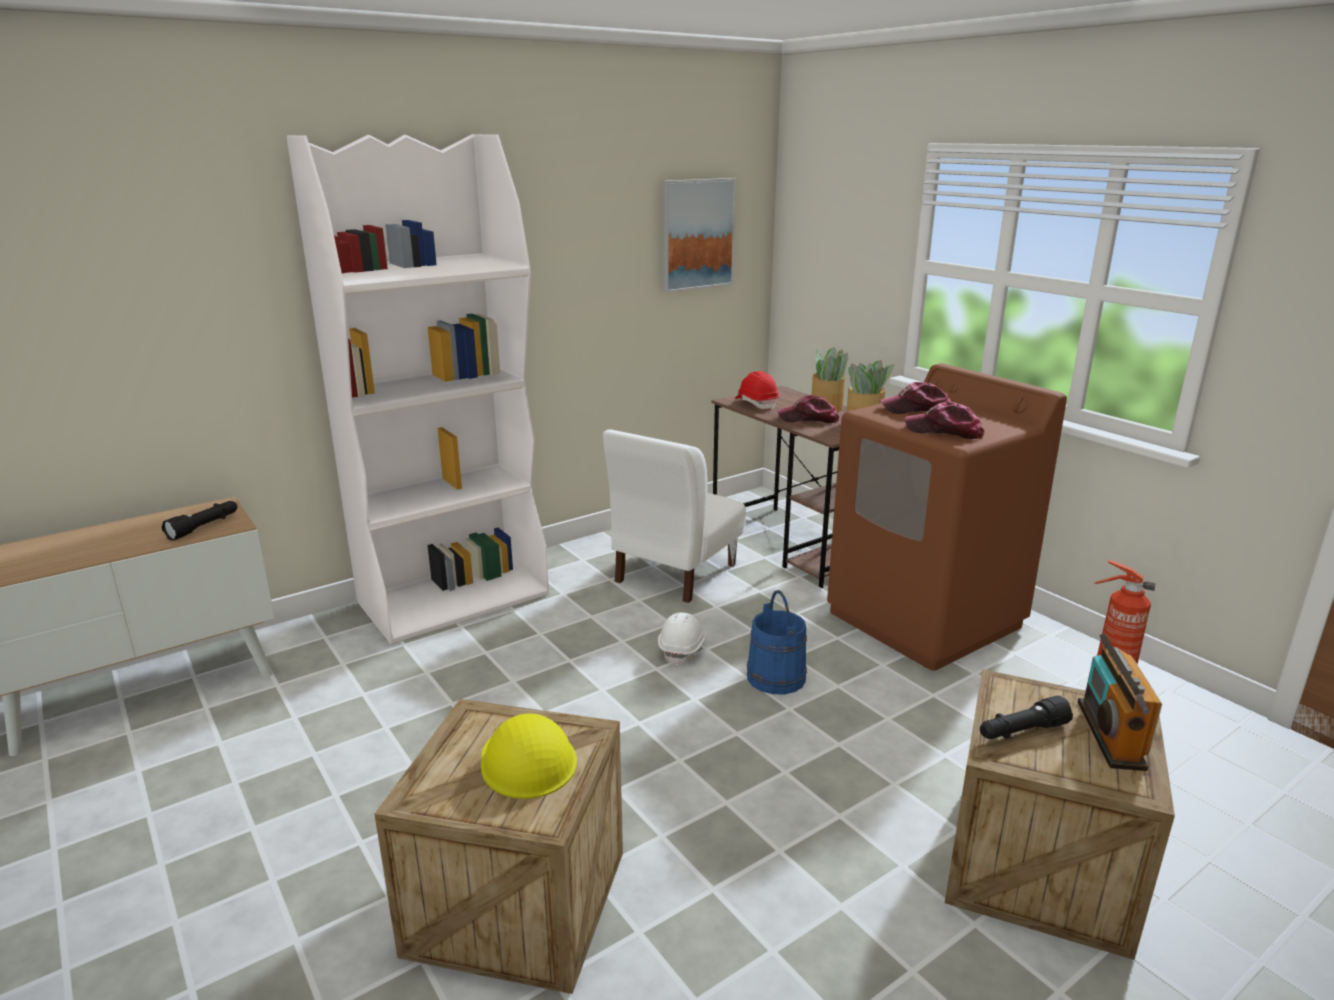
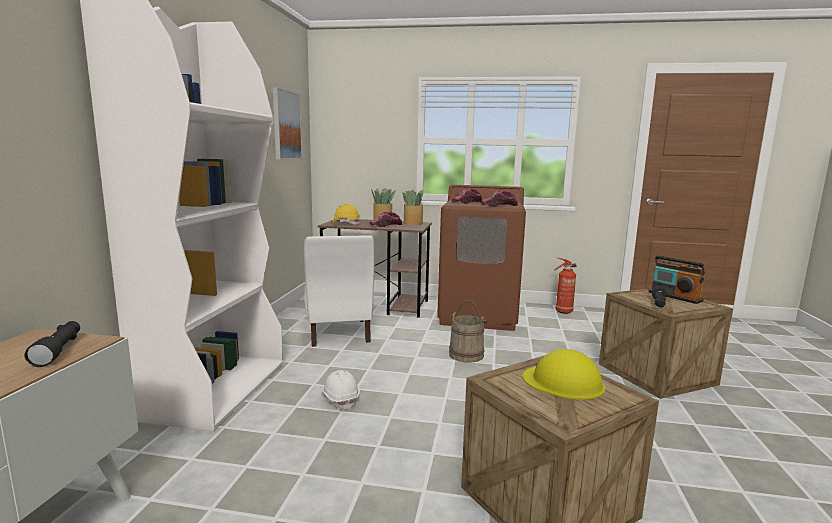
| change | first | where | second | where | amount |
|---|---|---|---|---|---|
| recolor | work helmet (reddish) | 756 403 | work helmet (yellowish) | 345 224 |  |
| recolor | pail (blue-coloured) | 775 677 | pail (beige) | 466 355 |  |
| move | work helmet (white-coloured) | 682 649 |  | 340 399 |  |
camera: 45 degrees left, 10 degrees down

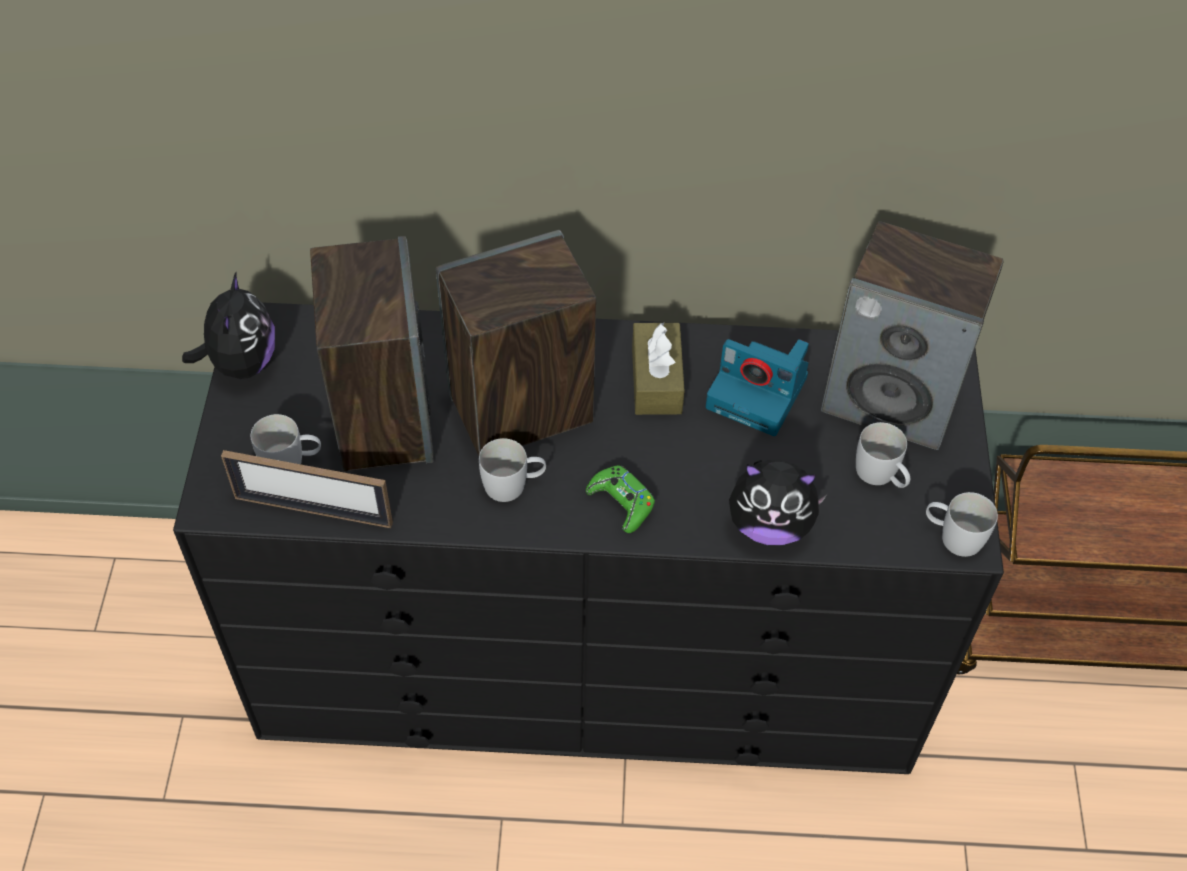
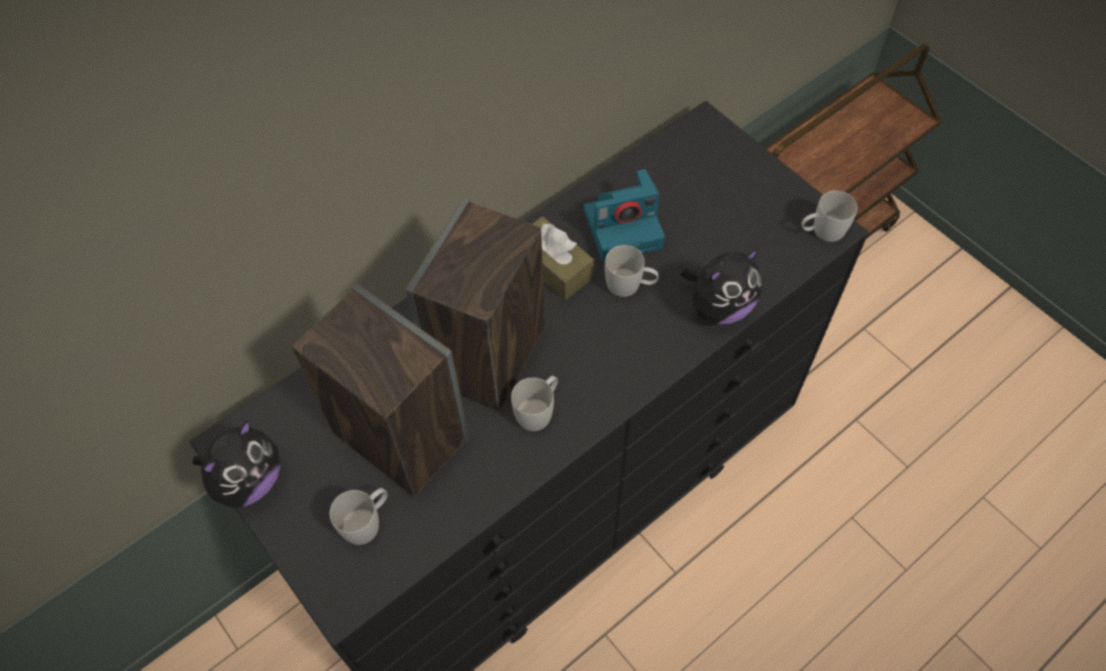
| change | first | where | second | where | amount |
|---|---|---|---|---|---|
| delete | speaker | 892 398 |  |  |  |
| rotate | cuddly toy | 241 363 |  | 249 481 | 75 degrees clockwise |
| move | mug (white-coloured) | 881 476 |  | 630 285 |  |
| delete | standing frame | 313 510 |  |  |  |
| delete | joypad (green-coloured) | 621 502 |  |  |  |
camera: 40 degrees left, 5 degrees up

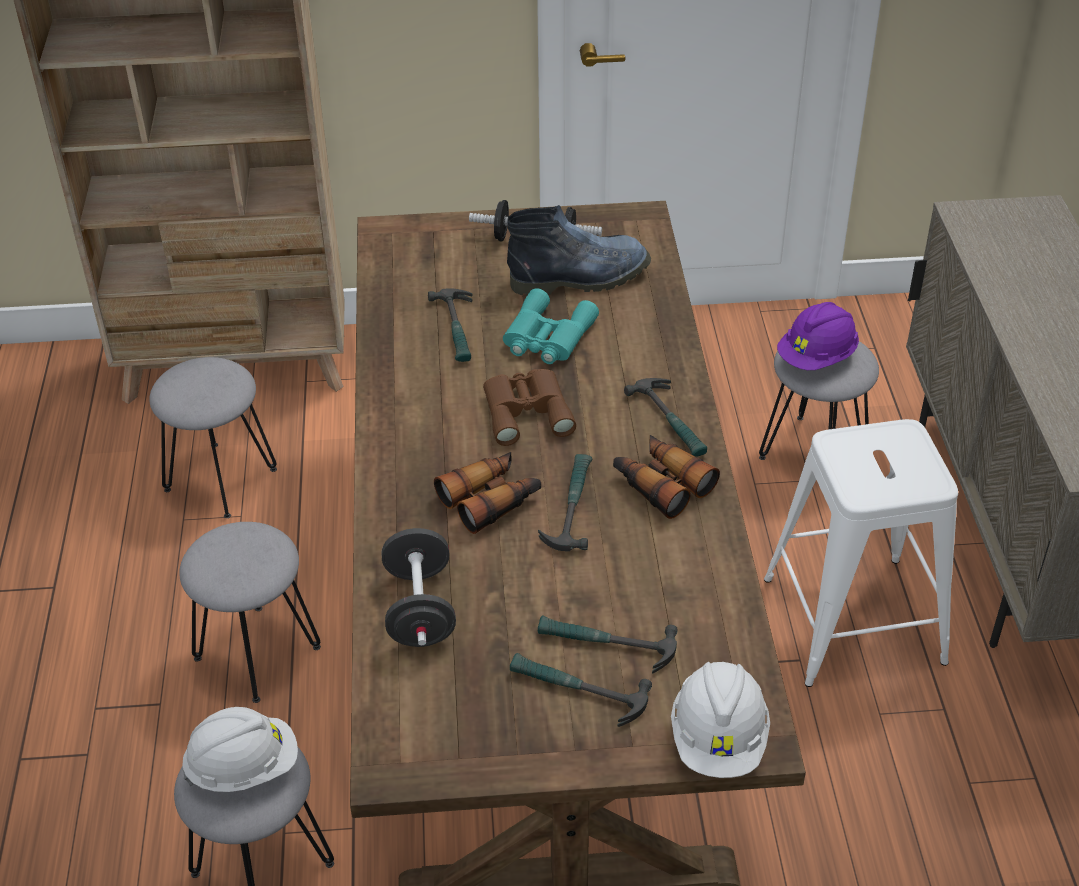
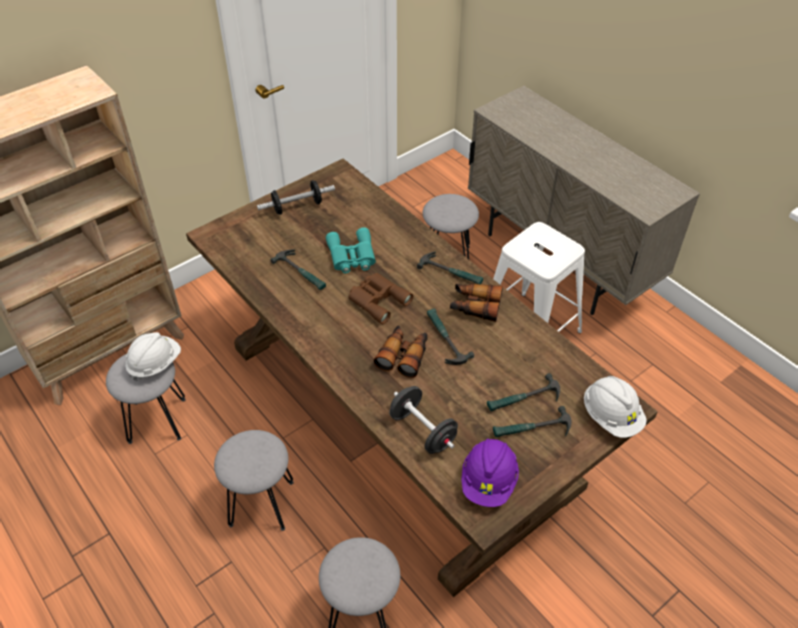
| change | first | where | second | where | amount |
|---|---|---|---|---|---|
| delete | high-top boot | 582 277 |  |  |  |
| move | work helmet (purplish) | 817 357 |  | 488 481 |  |
| move | work helmet (white-coloured) | 243 767 |  | 155 364 |  |
camera: 35 degrees left, 5 degrees up

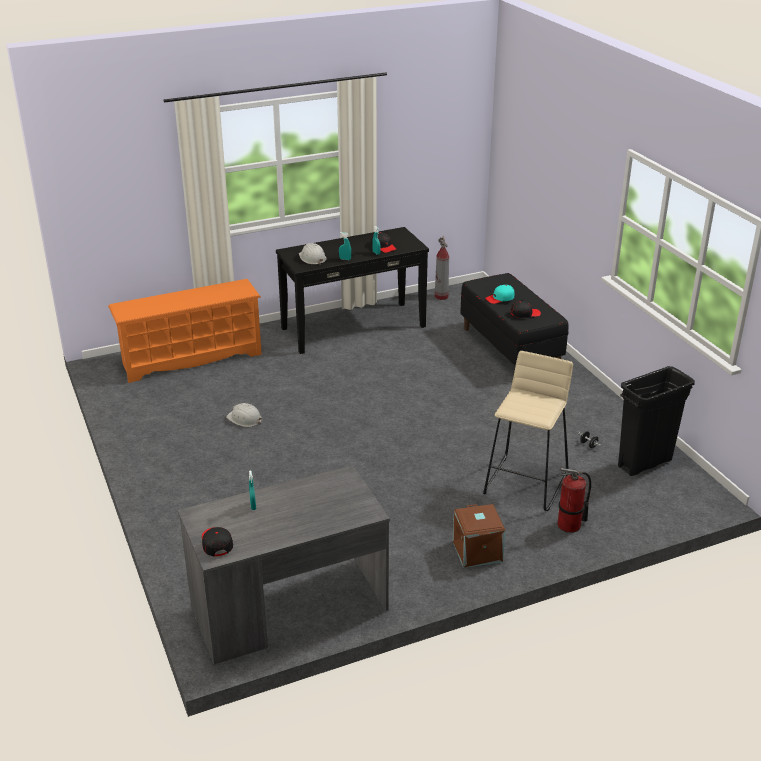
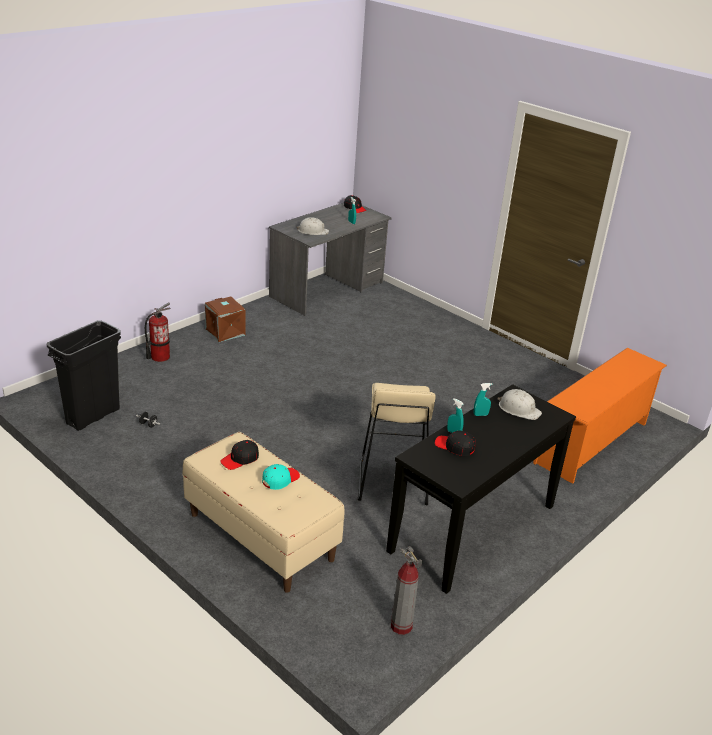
| change | first | where | second | where | amount |
|---|---|---|---|---|---|
| recolor | long seat (black-coloured) | 510 348 | long seat (beige) | 260 537 |  |
| move | stool seat (beige) | 526 483 |  | 392 482 |  |
| move | work helmet (white-coloured) | 244 419 |  | 313 231 |  |
camera: 155 degrees right, 0 degrees up

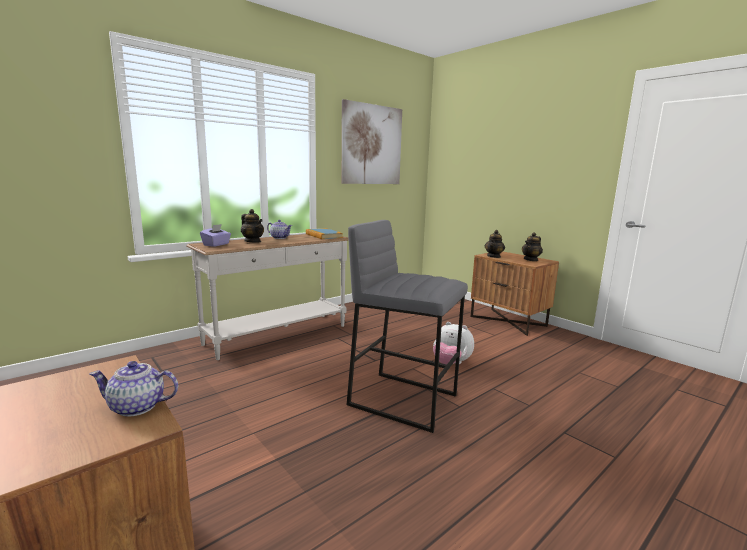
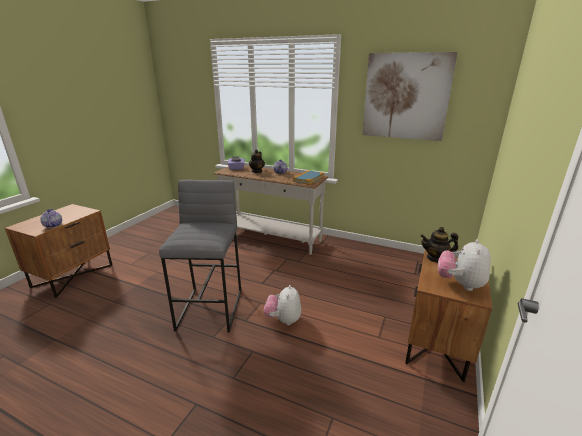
| change | first | where | second | where | amount |
|---|---|---|---|---|---|
| replace | pot for tea | 531 259 | cuddly toy | 460 284 |  |
camera: 65 degrees right, 10 degrees up

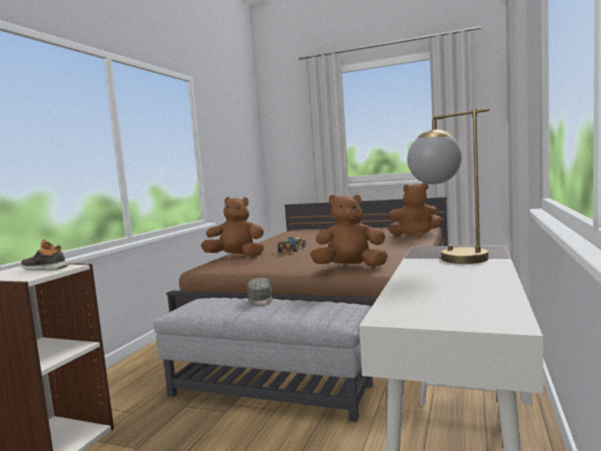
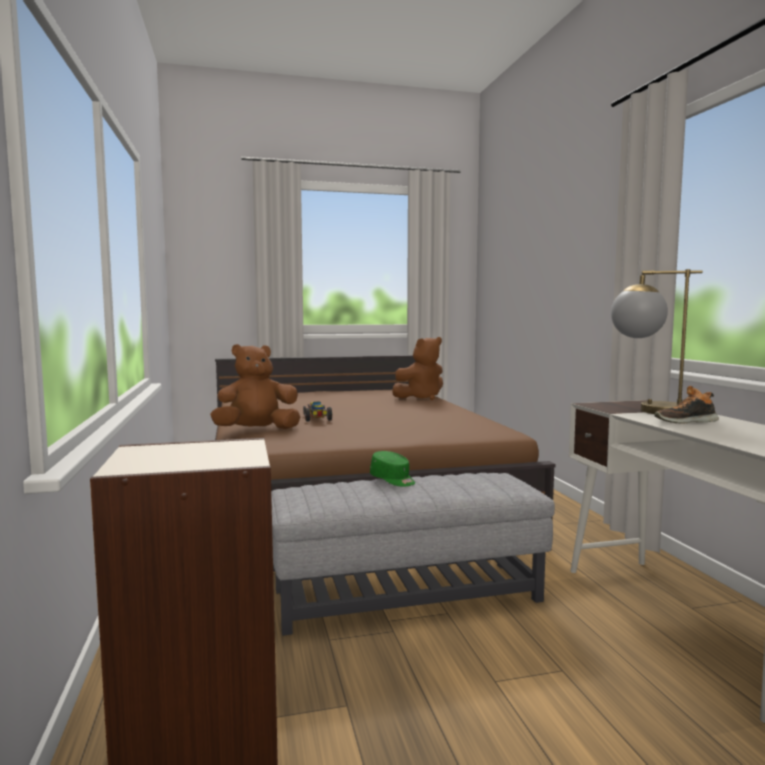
| change | first | where | second | where | amount |
|---|---|---|---|---|---|
| delete | cuddly toy (brownish) | 350 267 |  |  |  |
| move | shoe | 45 268 |  | 684 421 |  |
| recolor | cap (gray) | 260 300 | cap (green-coloured) | 393 480 |  |
camera: 35 degrees left, 0 degrees up

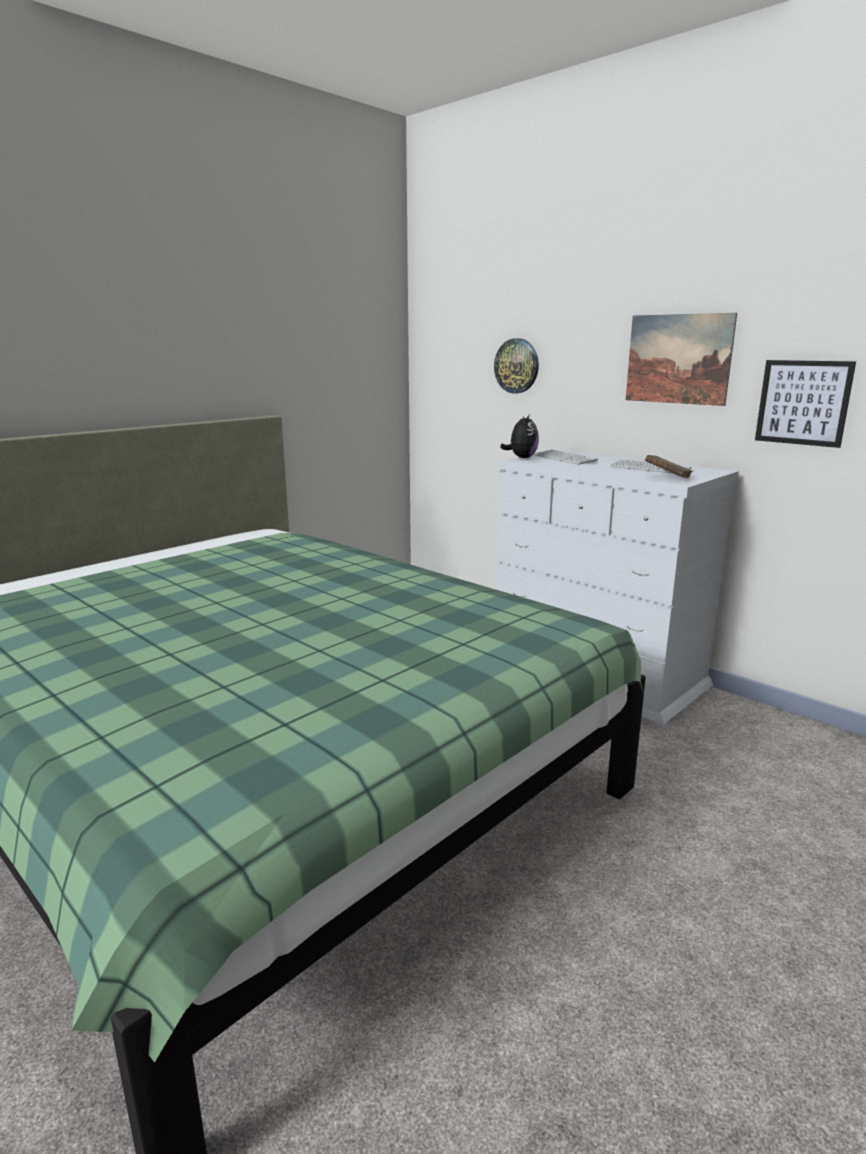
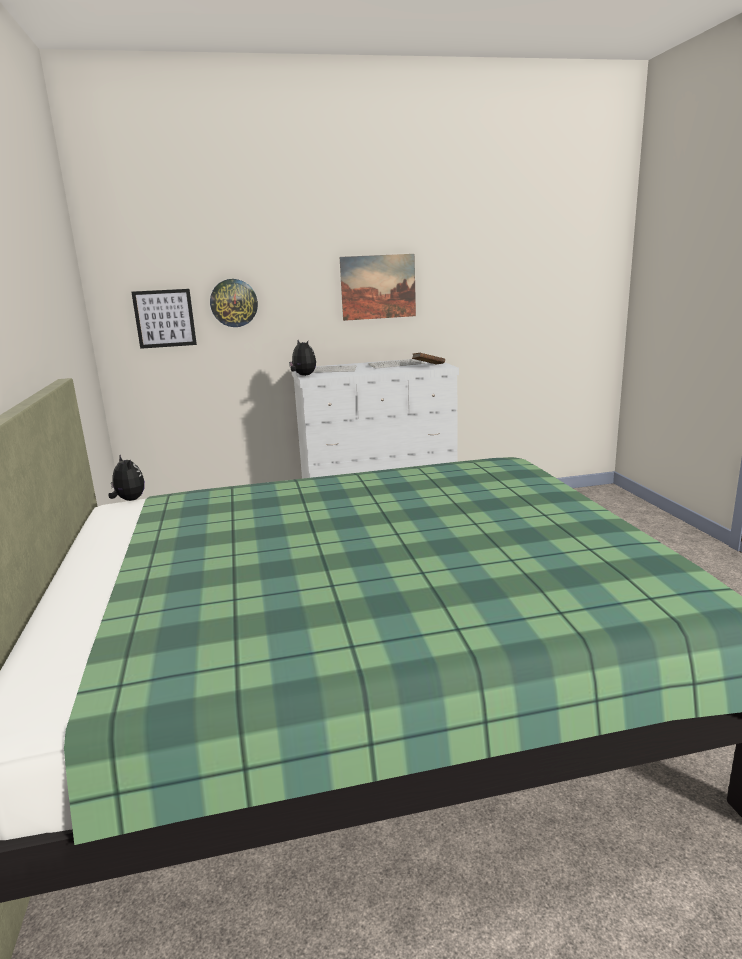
| change | first | where | second | where | amount |
|---|---|---|---|---|---|
| move | wall picture | 803 402 |  | 164 318 |  |
| insert |  |  | cuddly toy | 129 500 |  |
camera: 55 degrees left, 0 degrees up

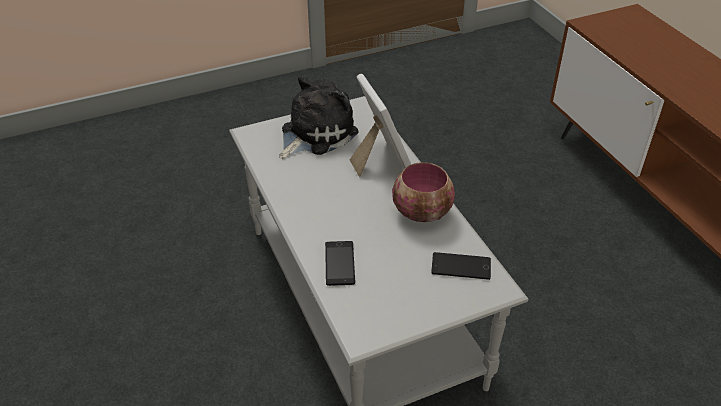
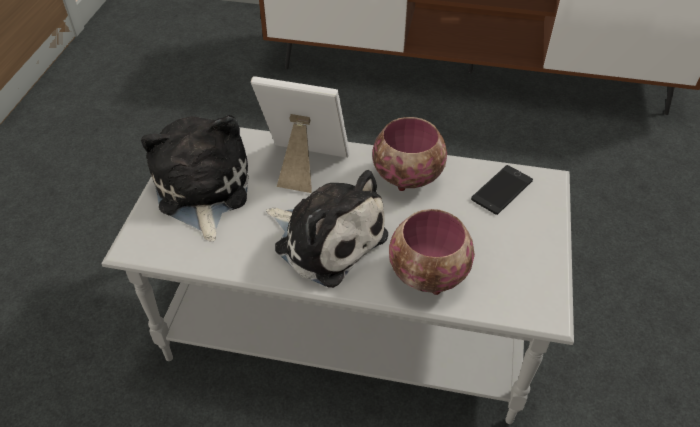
| change | first | where | second | where | amount |
|---|---|---|---|---|---|
| replace | telephone | 339 263 | serving bowl | 429 276 |  |
| insert |  |  | cuddly toy | 326 239 |  |
camera: 55 degrees left, 5 degrees up

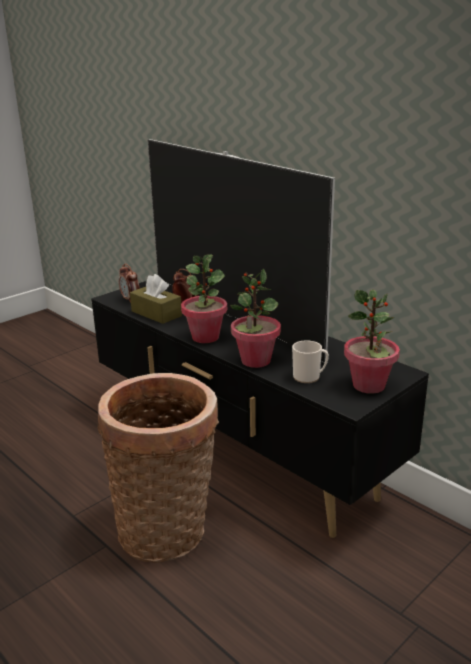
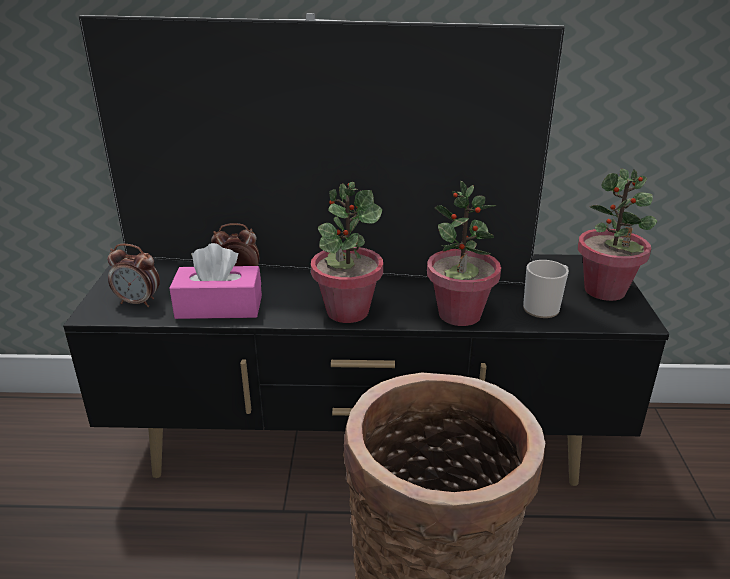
| change | first | where | second | where | amount |
|---|---|---|---|---|---|
| recolor | tissue box (brownish) | 156 313 | tissue box (pink) | 219 307 |  |
camera: 45 degrees left, 5 degrees up

